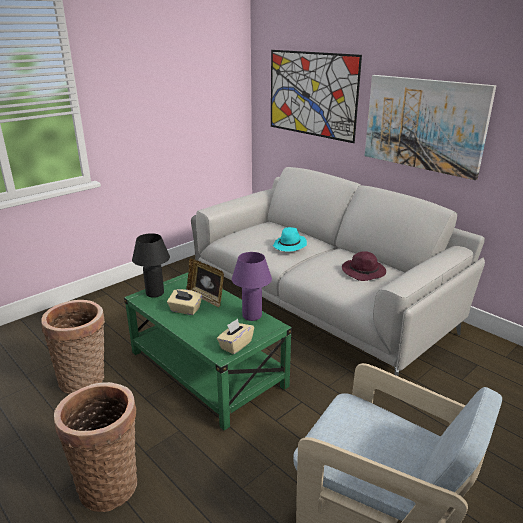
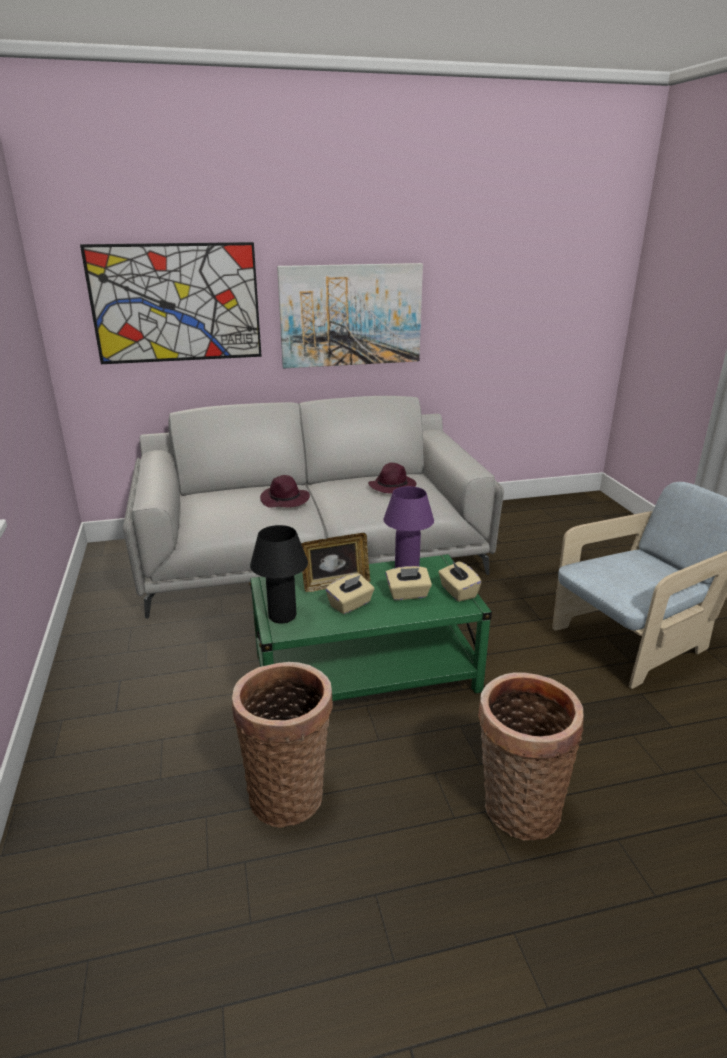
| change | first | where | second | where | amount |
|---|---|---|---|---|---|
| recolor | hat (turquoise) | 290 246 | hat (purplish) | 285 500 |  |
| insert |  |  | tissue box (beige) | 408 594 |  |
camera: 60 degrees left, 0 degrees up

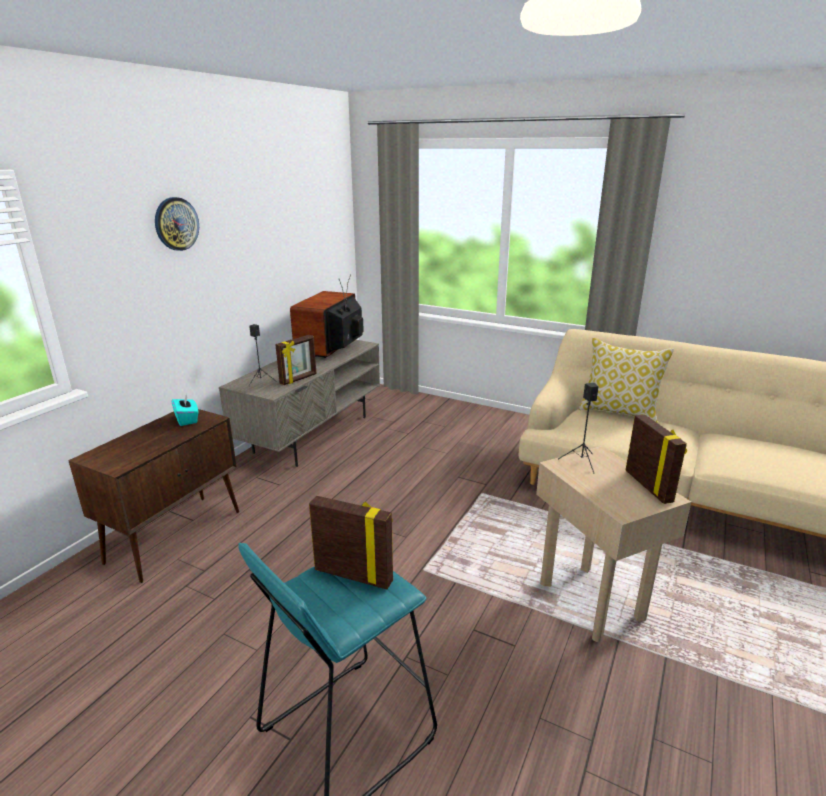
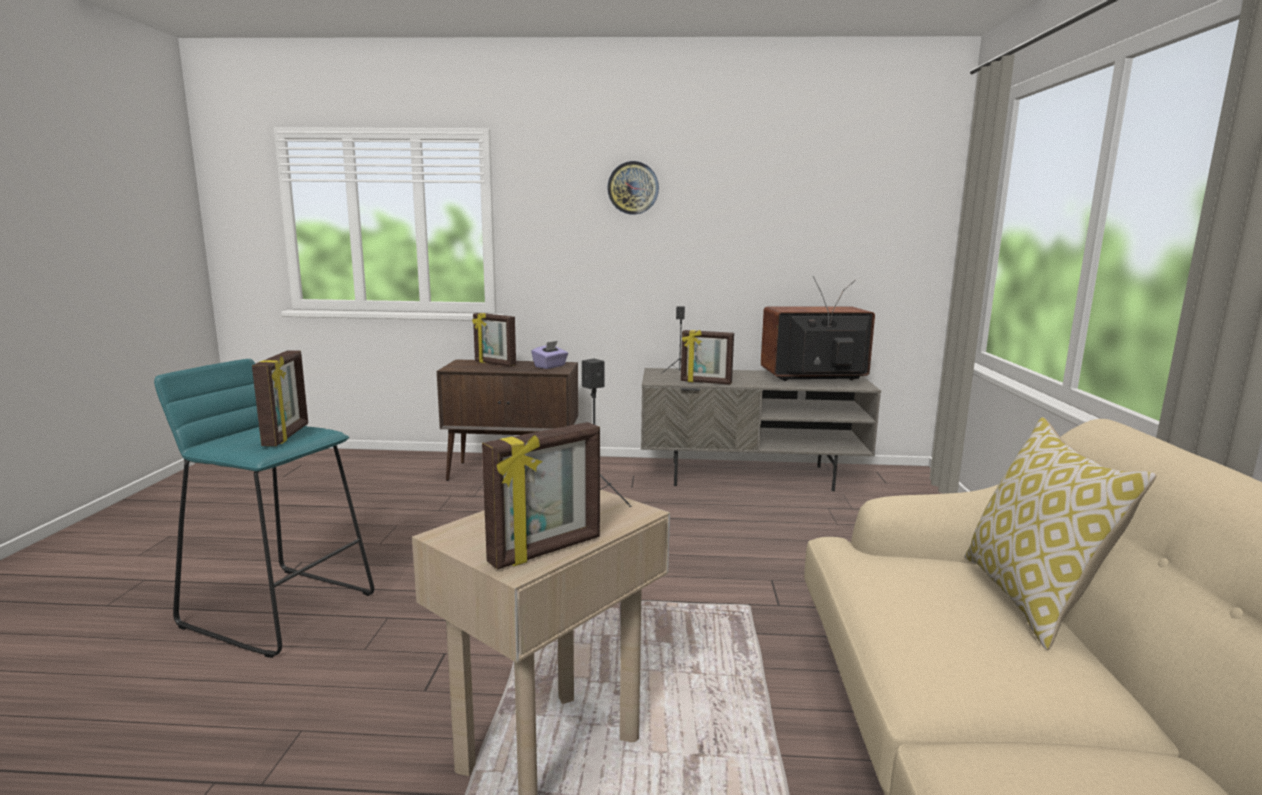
| change | first | where | second | where | amount |
|---|---|---|---|---|---|
| recolor | tissue box (turquoise) | 187 419 | tissue box (purplish) | 550 366 |  |
| insert |  |  | standing frame | 494 364 |  |
camera: 65 degrees right, 10 degrees down

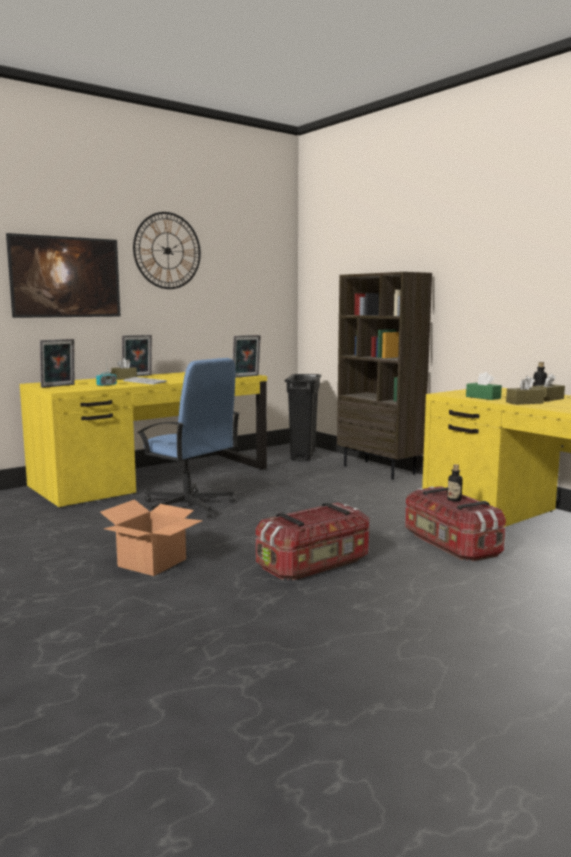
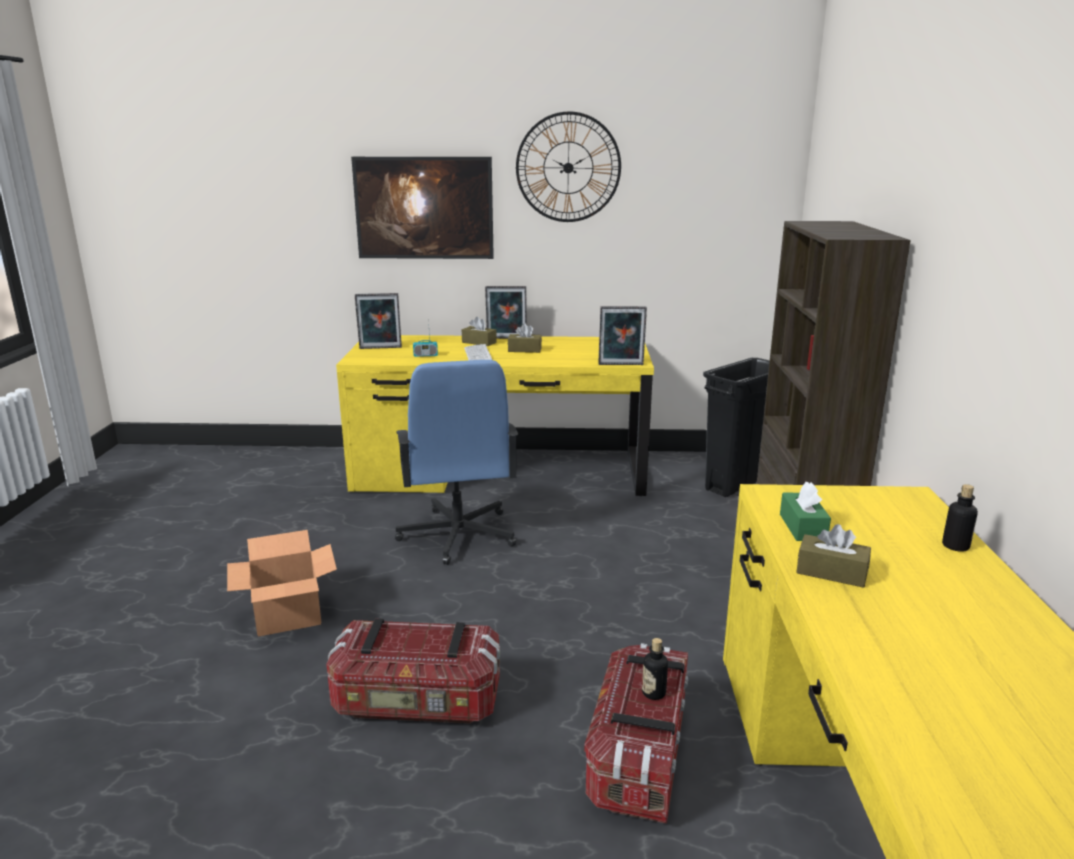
| change | first | where | second | where | amount |
|---|---|---|---|---|---|
| move | tissue box (brownish) | 547 399 |  | 524 350 |  |
camera: 40 degrees right, 10 degrees up

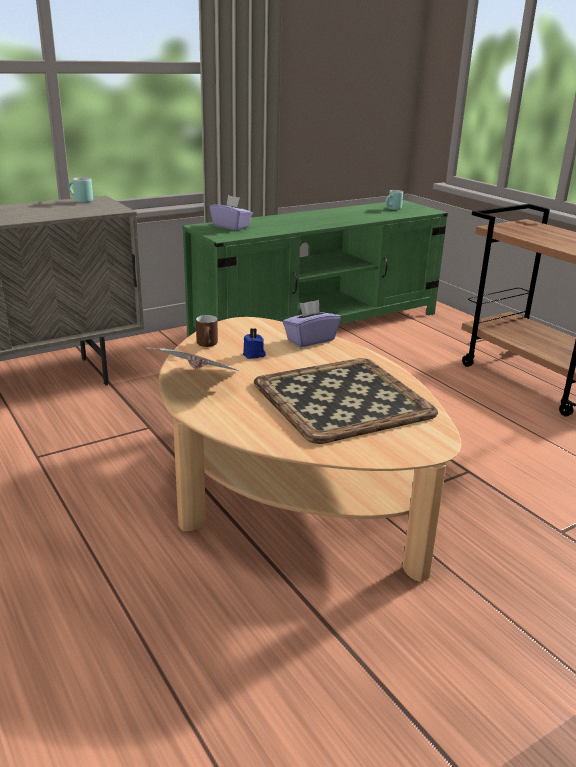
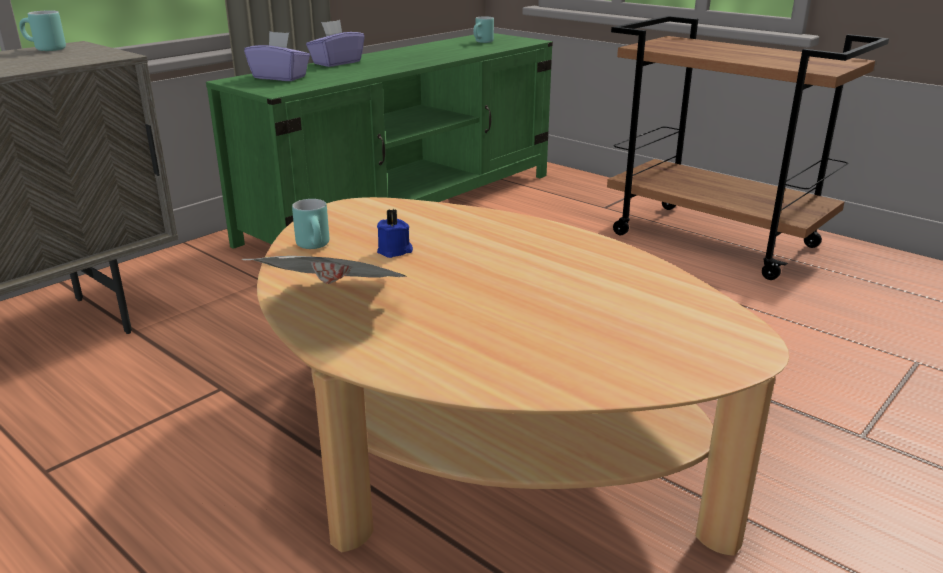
| change | first | where | second | where | amount |
|---|---|---|---|---|---|
| move | tissue box (purplish) | 310 340 |  | 336 63 |  |
| recolor | mug (brownish) | 208 346 | mug (turquoise) | 317 247 |  |
| delete | tray | 342 398 |  |  |  |
camera: 15 degrees left, 0 degrees up

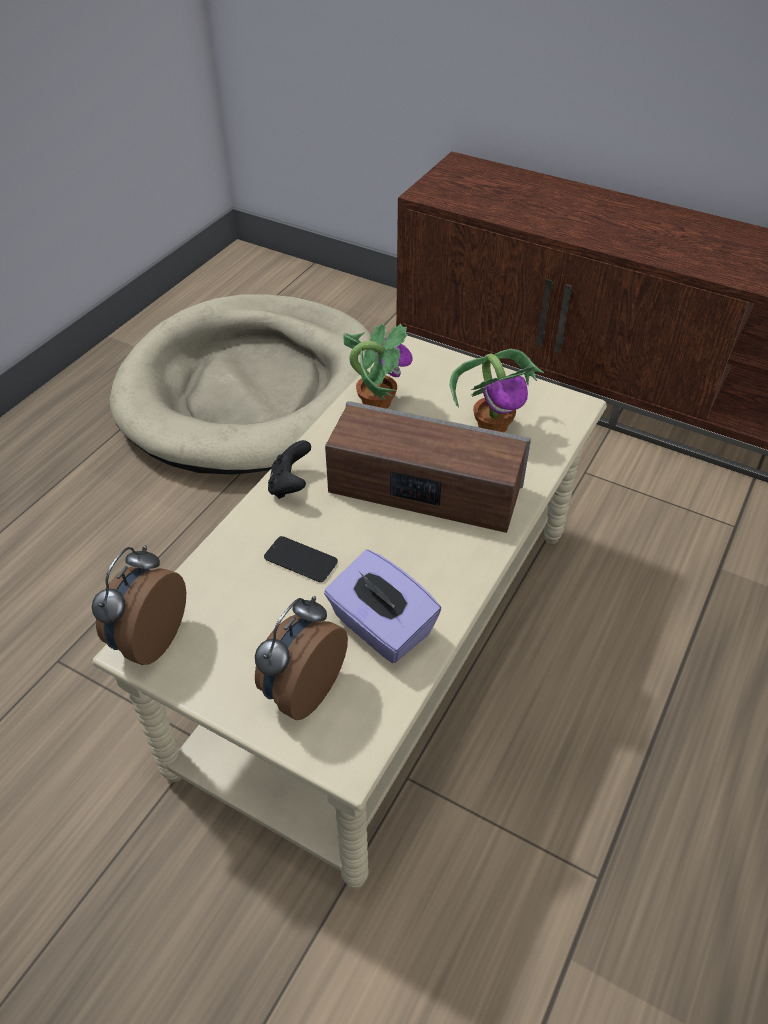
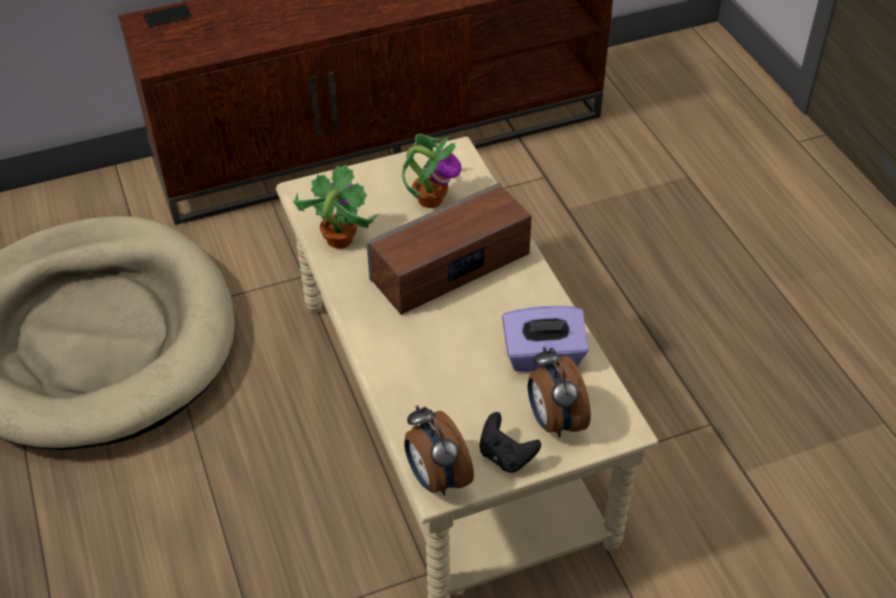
| change | first | where | second | where | amount |
|---|---|---|---|---|---|
| move | joypad (black-coloured) | 290 485 |  | 506 456 |  |
| move | telephone | 300 560 |  | 167 16 |  |
camera: 50 degrees left, 0 degrees up

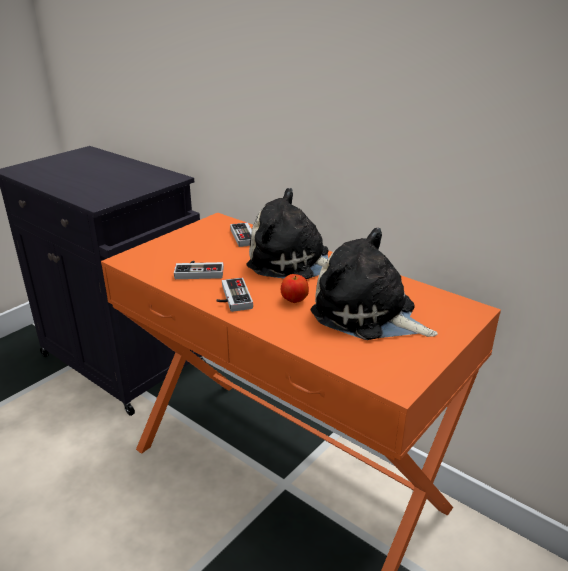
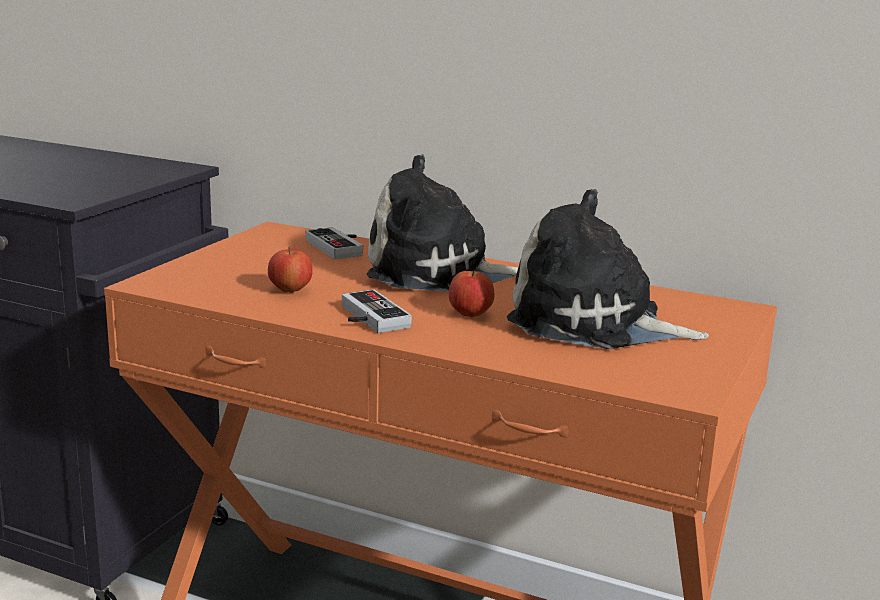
| change | first | where | second | where | amount |
|---|---|---|---|---|---|
| replace | joypad | 199 271 | apple fruit | 290 291 |  |
camera: 15 degrees left, 10 degrees down

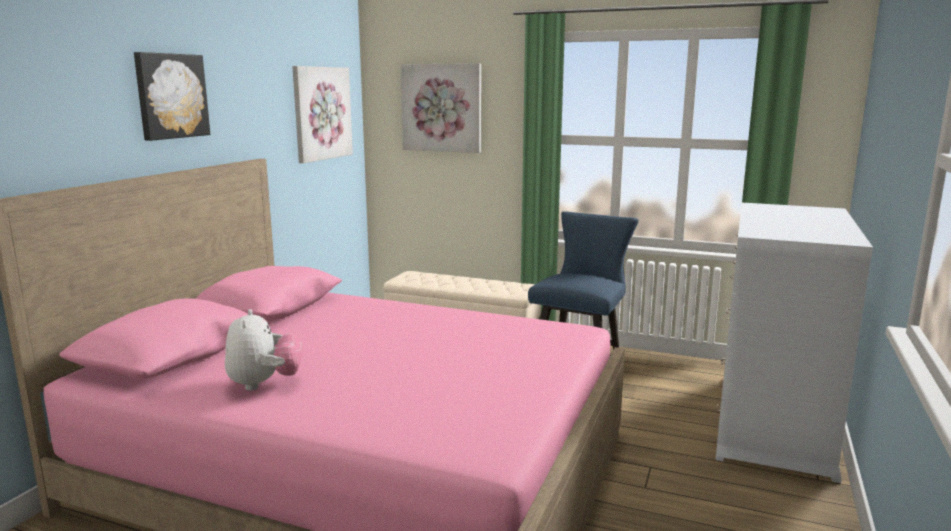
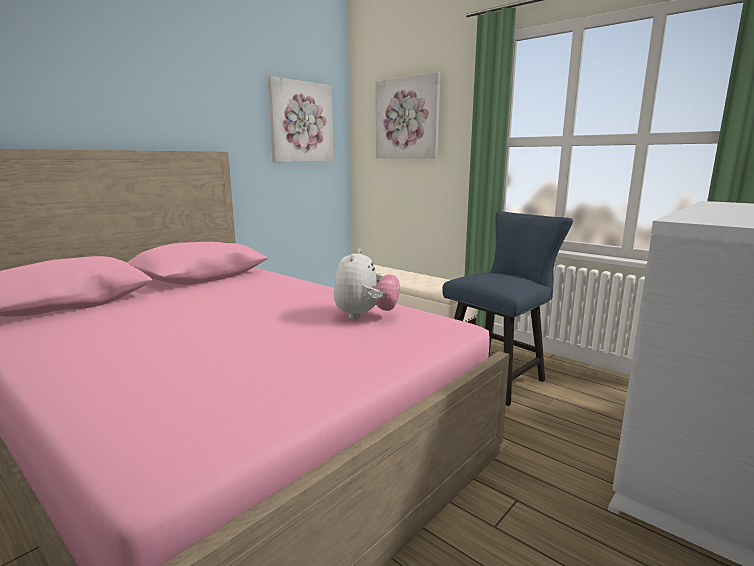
| change | first | where | second | where | amount |
|---|---|---|---|---|---|
| delete | wall picture | 171 96 |  |  |  |
| move | cuddly toy | 264 384 |  | 365 316 |  |
camera: 20 degrees right, 0 degrees up

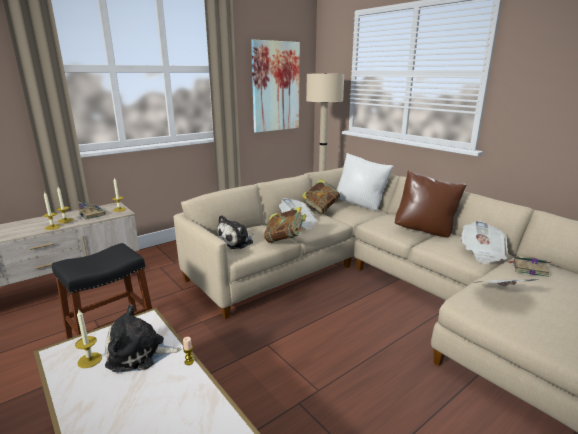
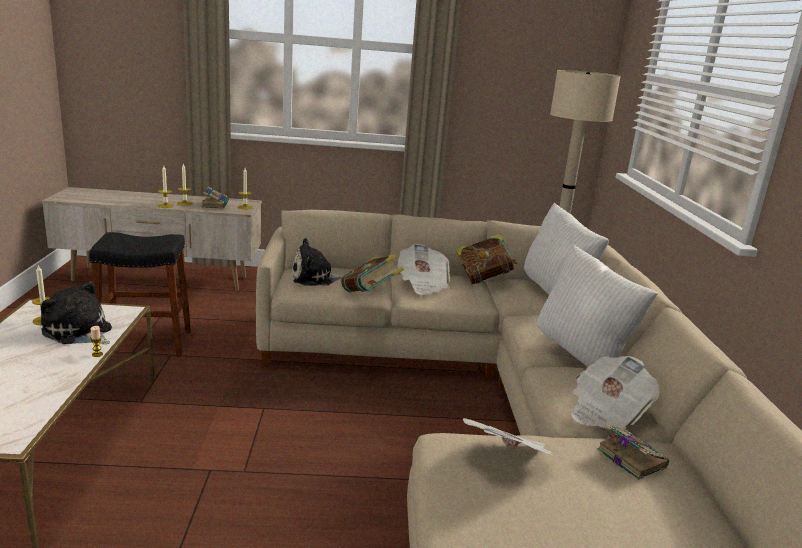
| change | first | where | second | where | amount |
|---|---|---|---|---|---|
| delete | wall picture | 275 87 |  |  |  |
| recolor | cushion (brownish) | 425 231 | cushion (white-coloured) | 583 355 |  |
camera: 35 degrees right, 0 degrees up

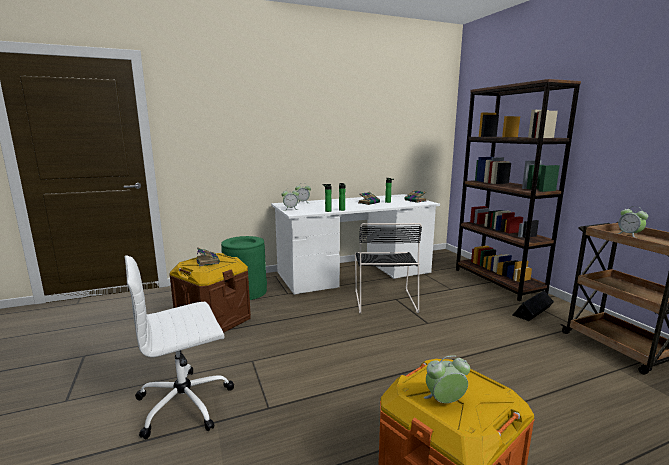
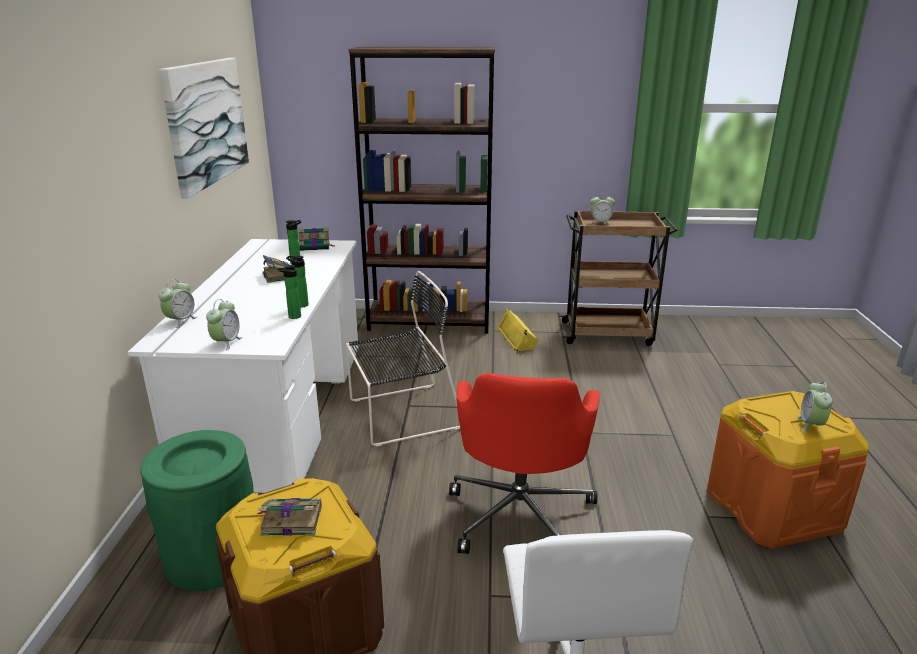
| change | first | where | second | where | amount |
|---|---|---|---|---|---|
| rotate | plain chair (black-coloured) | 384 299 |  | 401 414 | 45 degrees counterclockwise |
| recolor | speaker (black-coloured) | 533 312 | speaker (yellowish) | 517 337 |  |
| insert |  |  | wall picture | 206 122 |  |
| insert |  |  | computer chair (reddish) | 520 513 |  |
camera: 65 degrees left, 10 degrees up

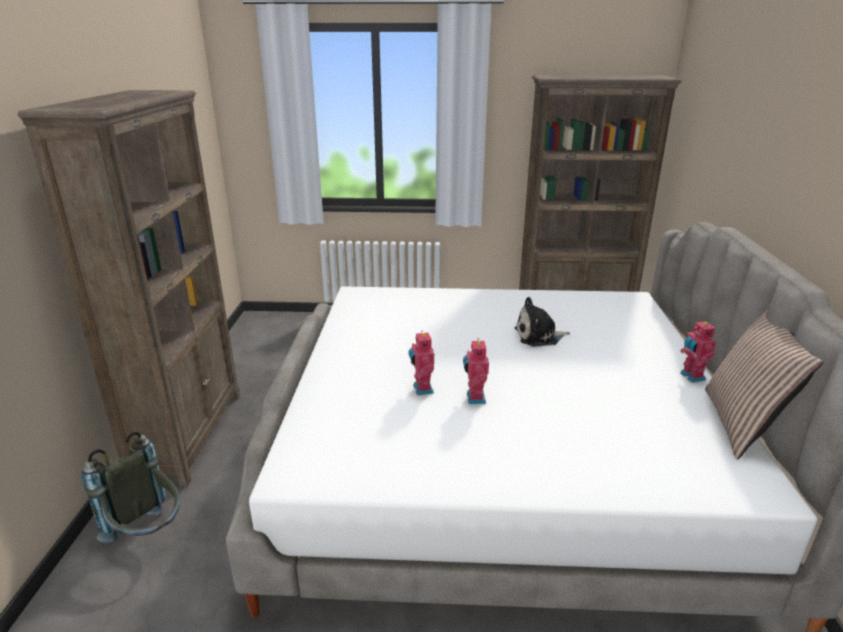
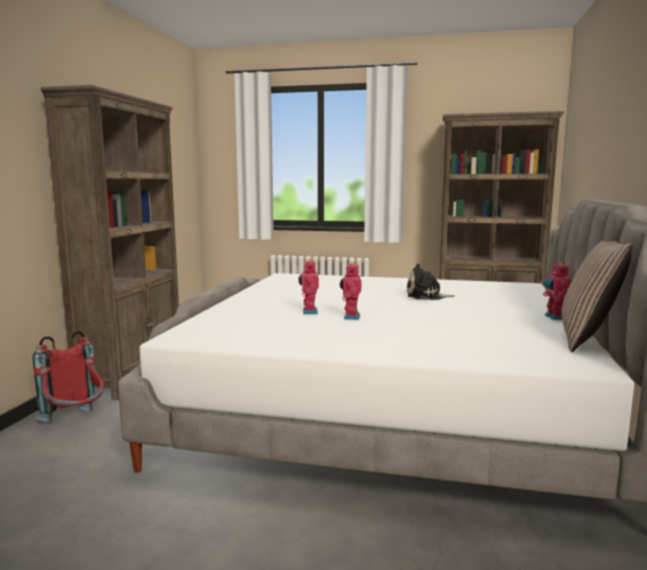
| change | first | where | second | where | amount |
|---|---|---|---|---|---|
| recolor | knapsack (gray) | 148 535 | knapsack (reddish) | 75 422 |  |
camera: 10 degrees right, 15 degrees down

